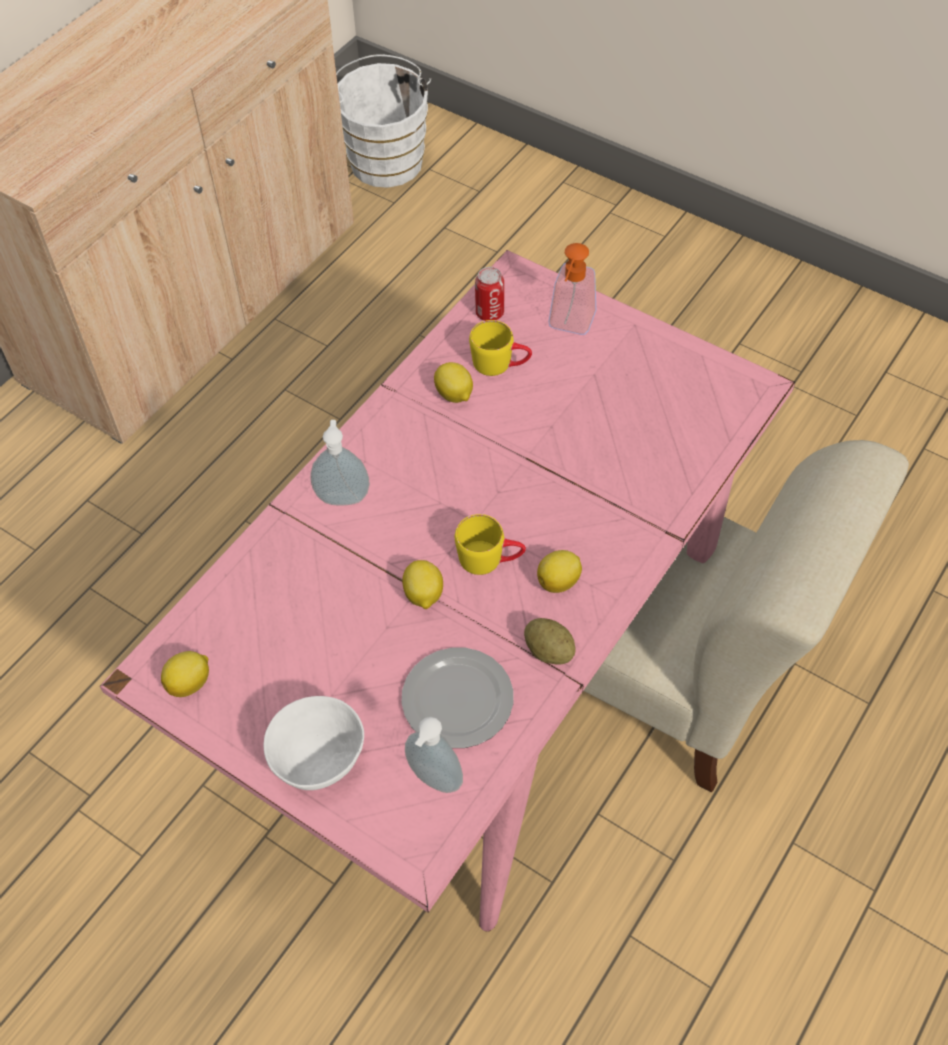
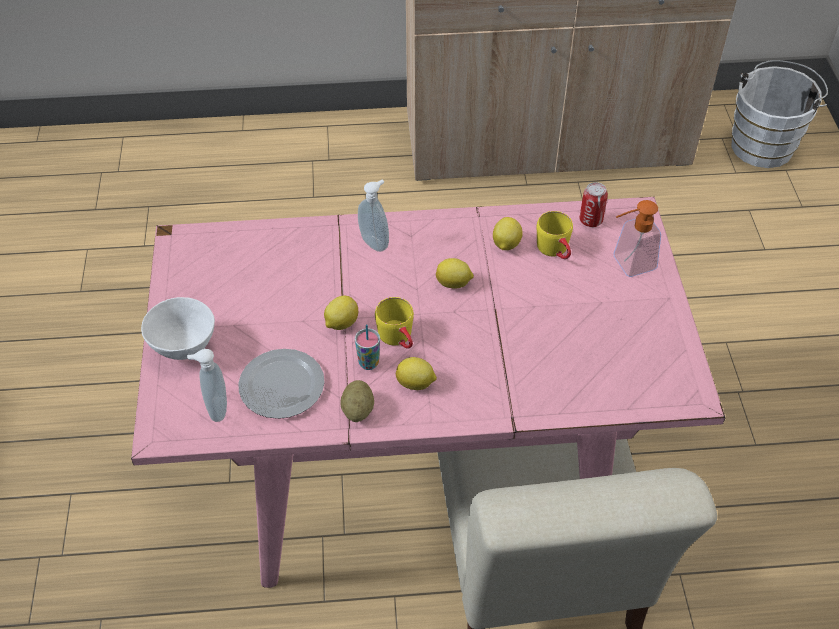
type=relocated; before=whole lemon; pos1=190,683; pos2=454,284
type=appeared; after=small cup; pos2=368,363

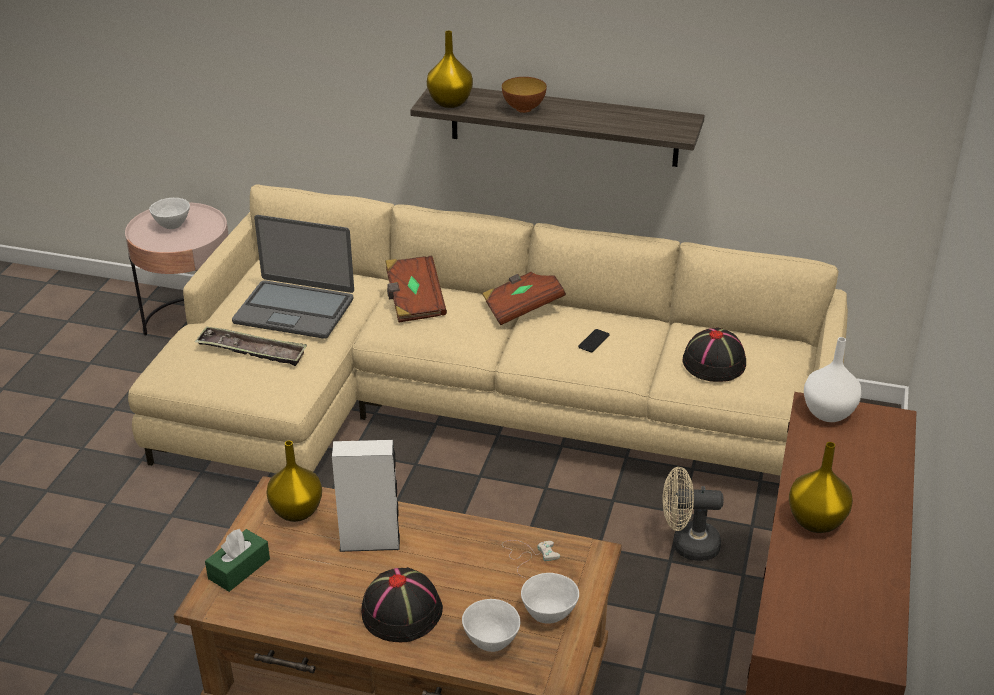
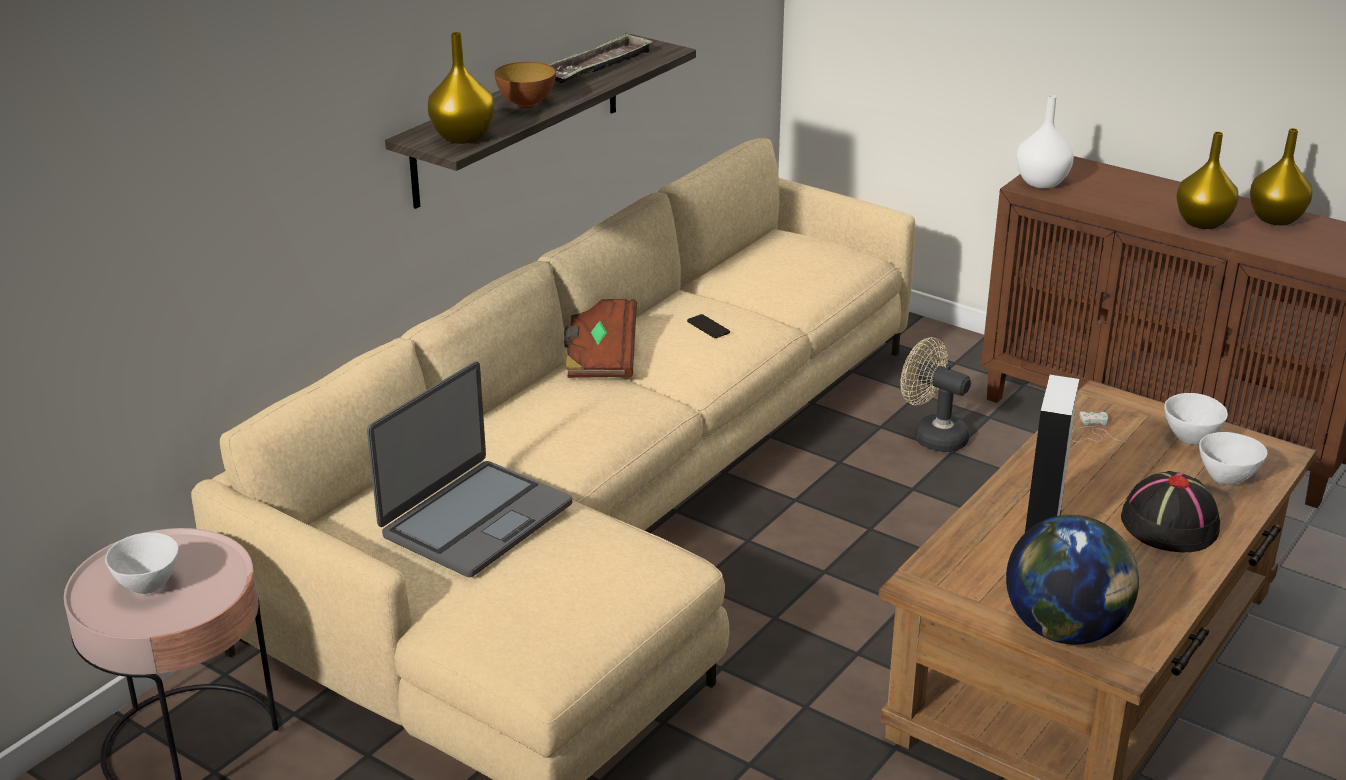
type=missing; before=brownish book; pos1=414,302
type=relocated; before=serving tray; pos1=252,351; pos2=597,67
type=missing; before=black-coloured clothing hat; pos1=714,363
type=relocated; before=yellow decorative vase; pos1=297,511; pos2=1275,218
type=spun; before=beige cooling fan; pos1=687,545; pos2=932,435; turn=105
type=exchanged; before=green box of tissues; after=globe; pos1=239,569; pos2=1065,630

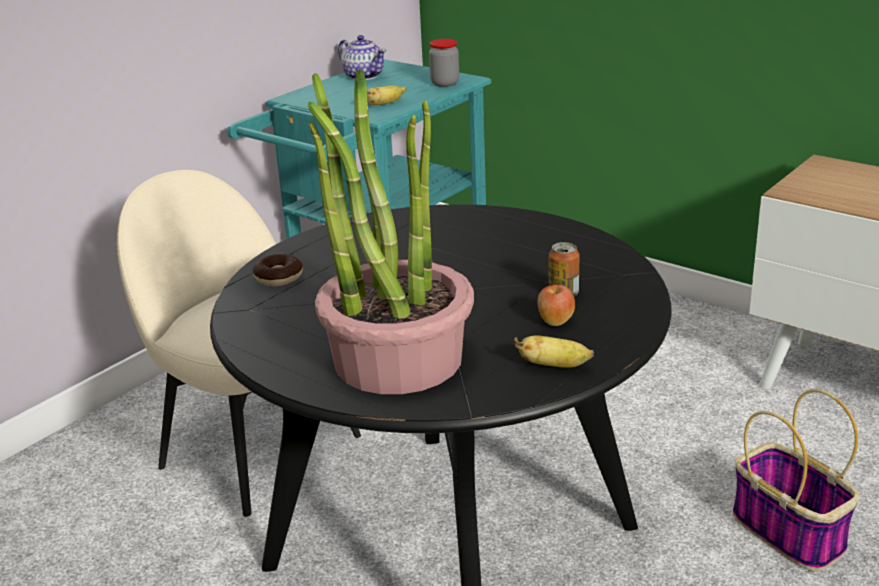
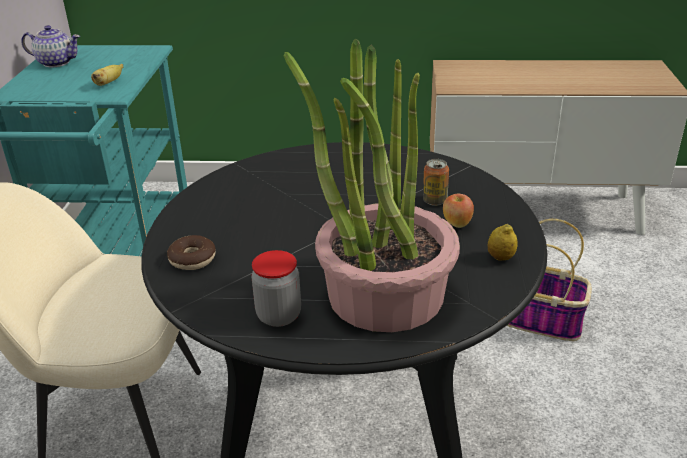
type=relocated; before=jar; pos1=445,83; pos2=279,315
type=exchanged; before=whole banana; after=whole lemon; pos1=554,366; pos2=500,258

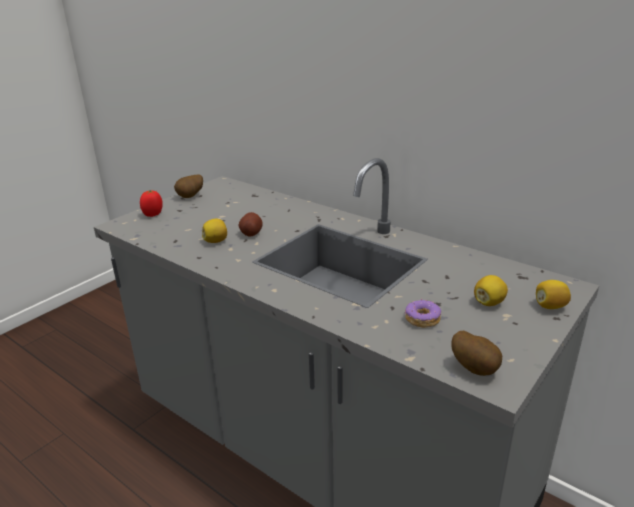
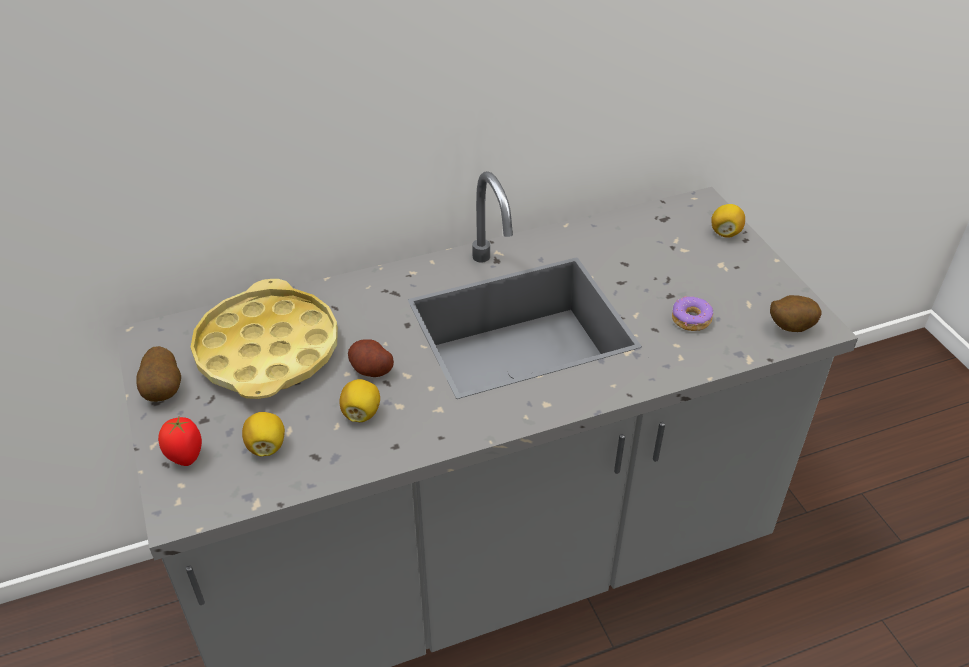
type=relocated; before=whole lemon; pos1=489,302; pos2=266,446
type=appeared; after=yellow serving tray; pos2=267,350

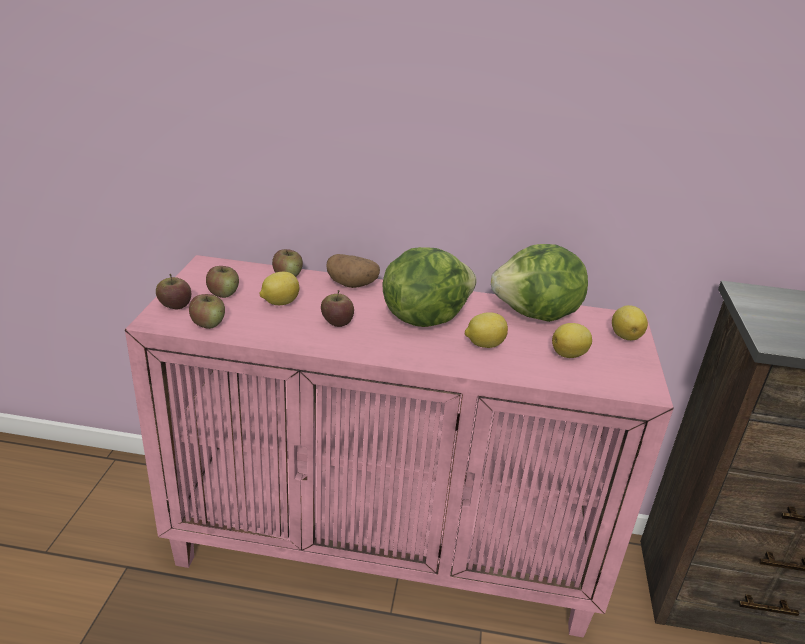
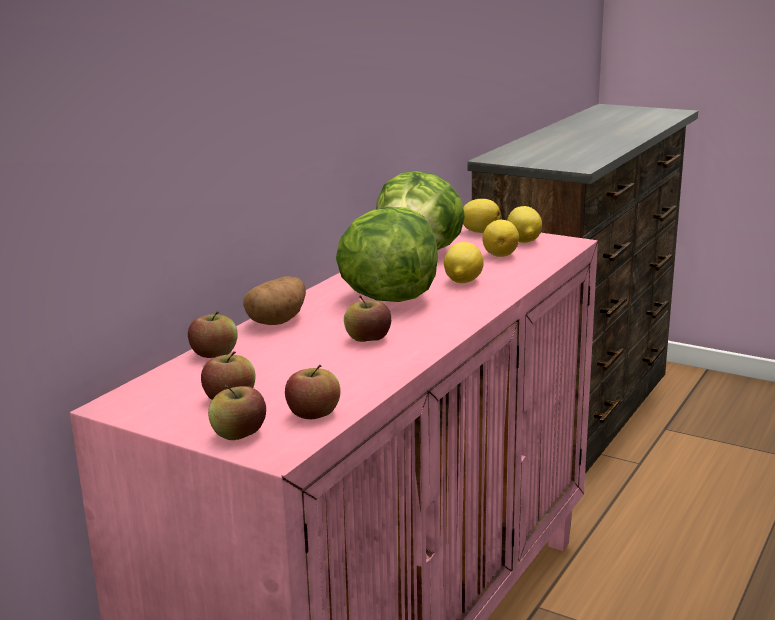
type=relocated; before=whole lemon; pos1=279,303; pos2=523,241

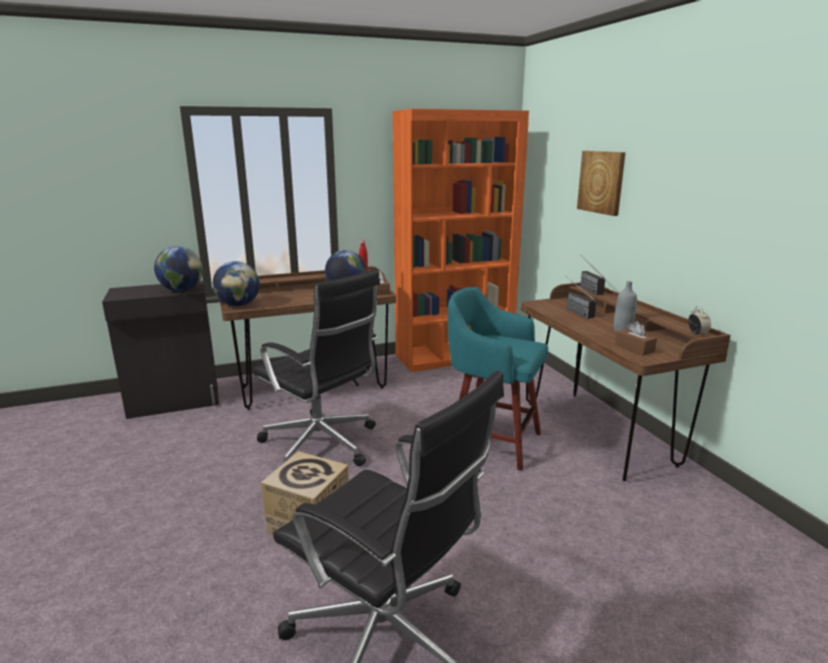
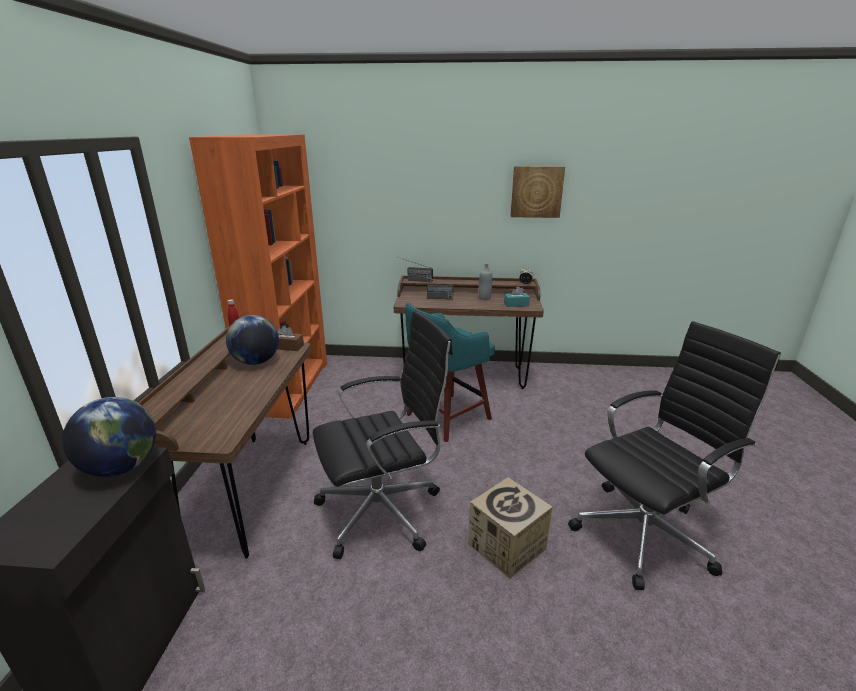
type=relocated; before=wall art; pos1=601,182; pos2=536,192
type=missing; before=globe; pos1=238,305
type=colour; before=brownish box of tissues; after=blue-green box of tissues; pos1=634,348; pos2=516,304

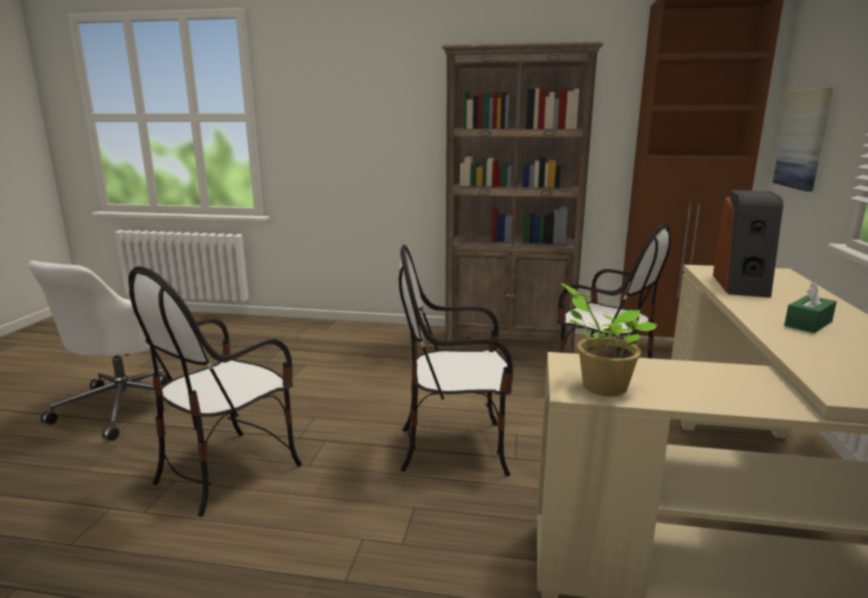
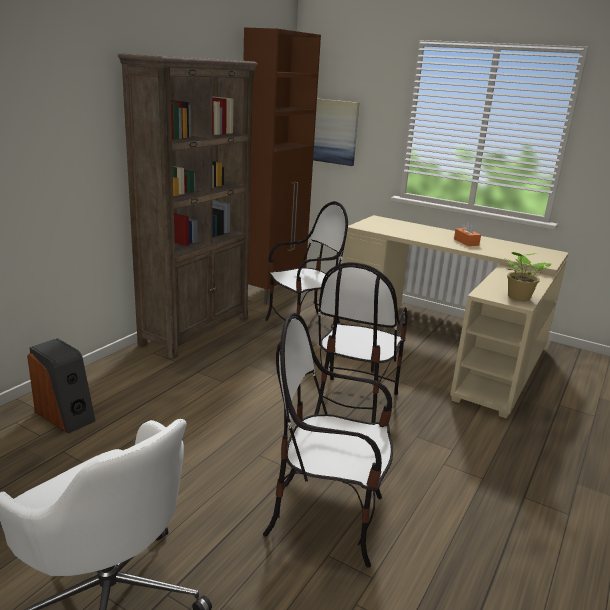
type=relocated; before=loudspeaker; pos1=742,285; pos2=66,415
type=spun; before=upright chair; pos1=228,470; pos2=327,518; turn=135
type=colour; before=green box of tissues; after=orange box of tissues; pos1=808,324; pos2=466,242

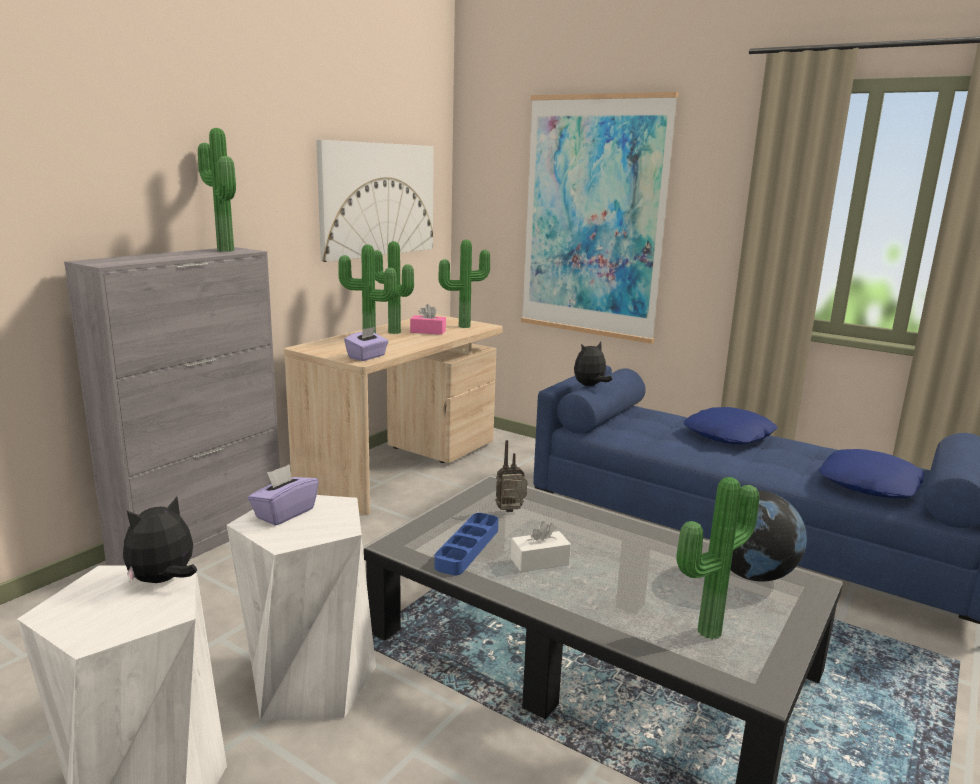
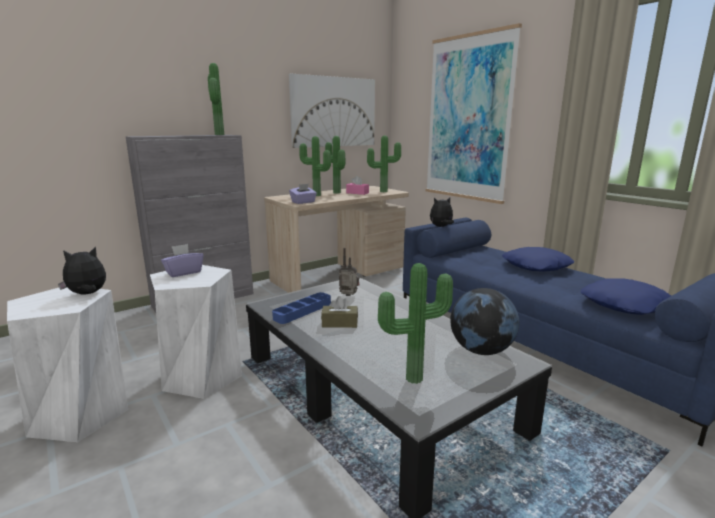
type=colour; before=white-coloured box of tissues; after=brownish box of tissues; pos1=539,561; pos2=339,323

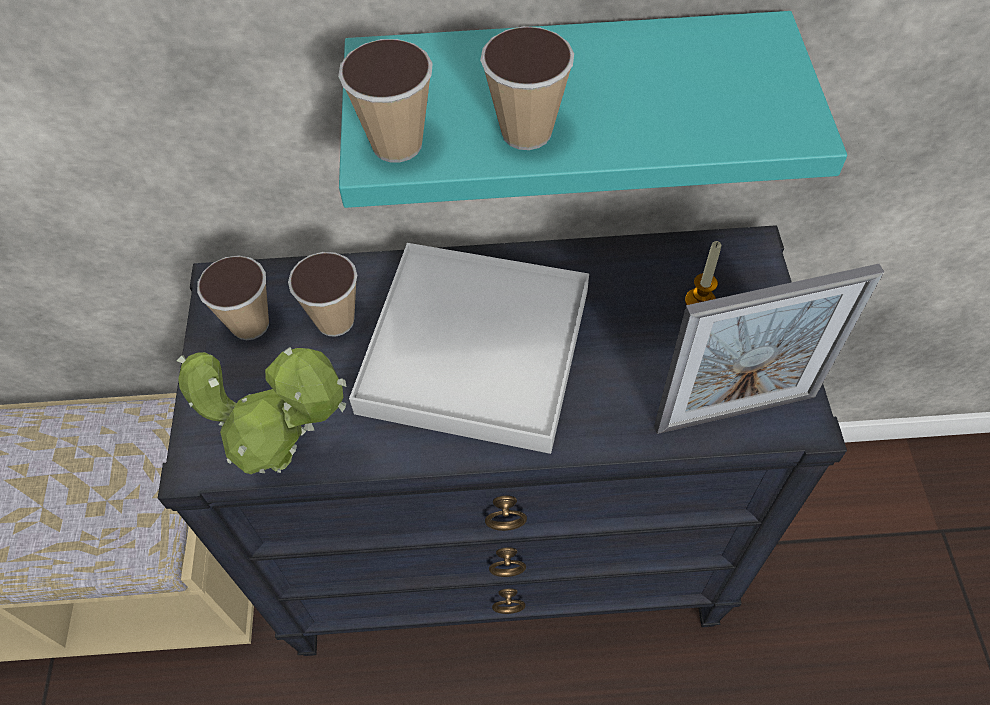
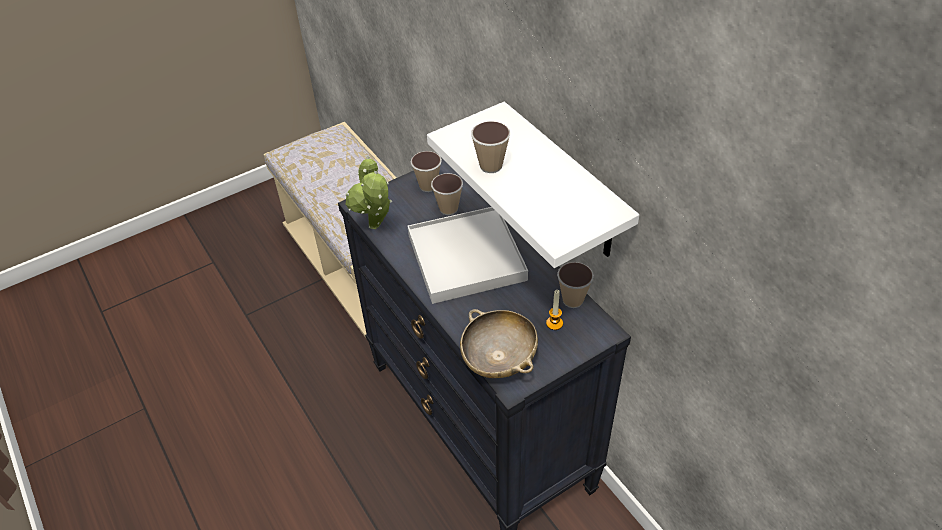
type=colour; before=blue-green wall shelf; after=white-coloured wall shelf; pos1=565,90; pos2=564,184
type=relocated; before=small cup; pos1=397,144; pos2=572,300
type=exchanged; before=photo frame; after=beige deep dish; pos1=735,411; pos2=499,359

